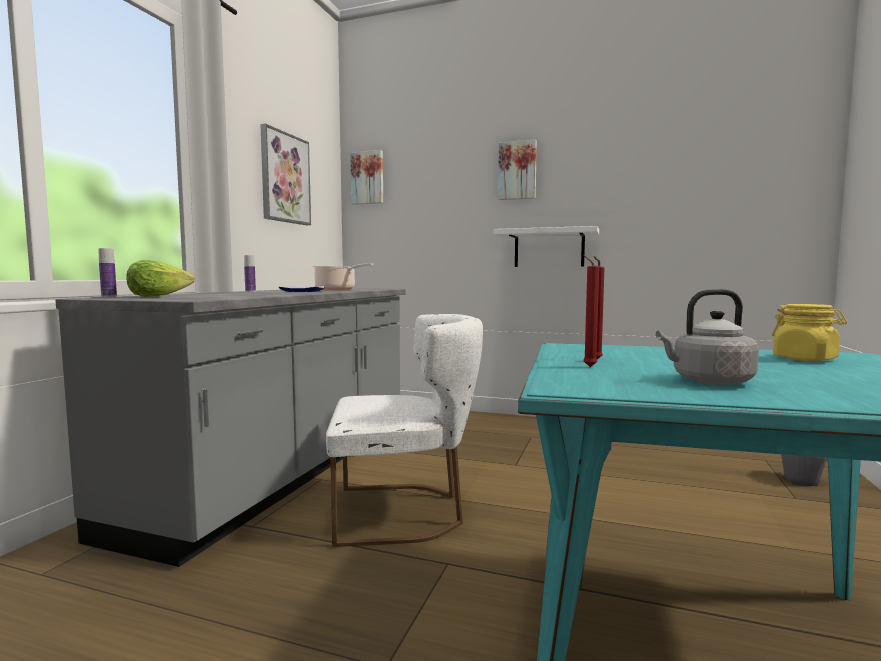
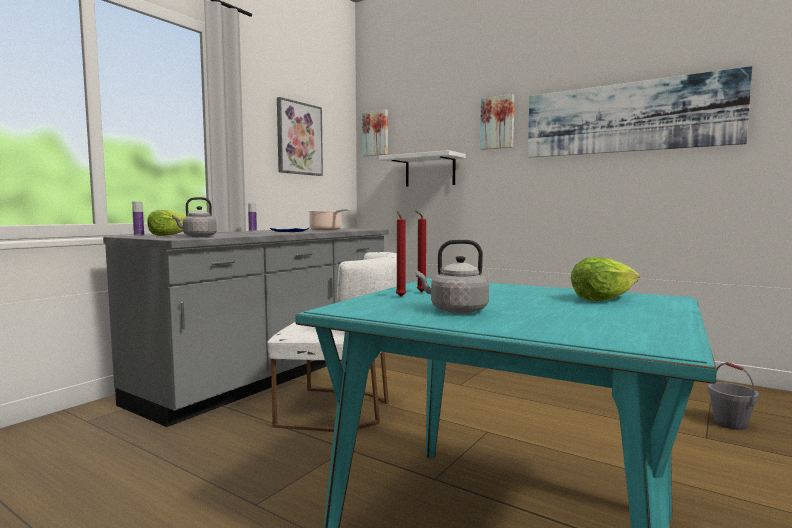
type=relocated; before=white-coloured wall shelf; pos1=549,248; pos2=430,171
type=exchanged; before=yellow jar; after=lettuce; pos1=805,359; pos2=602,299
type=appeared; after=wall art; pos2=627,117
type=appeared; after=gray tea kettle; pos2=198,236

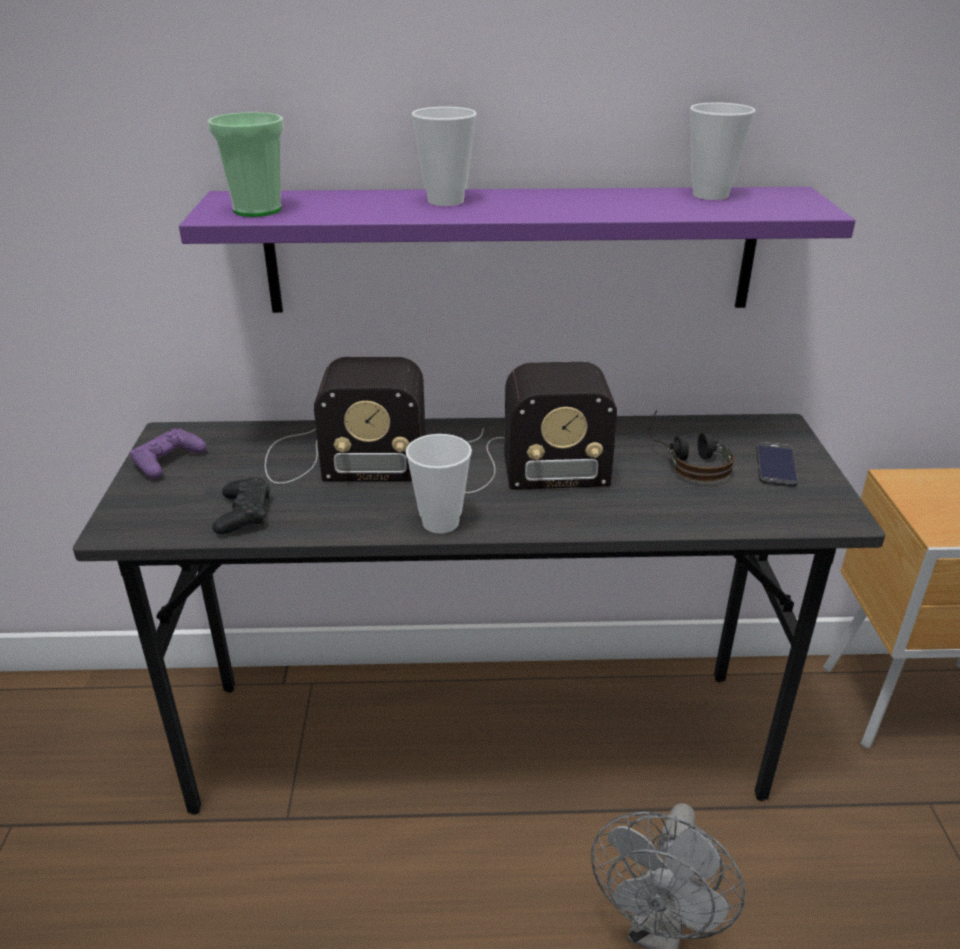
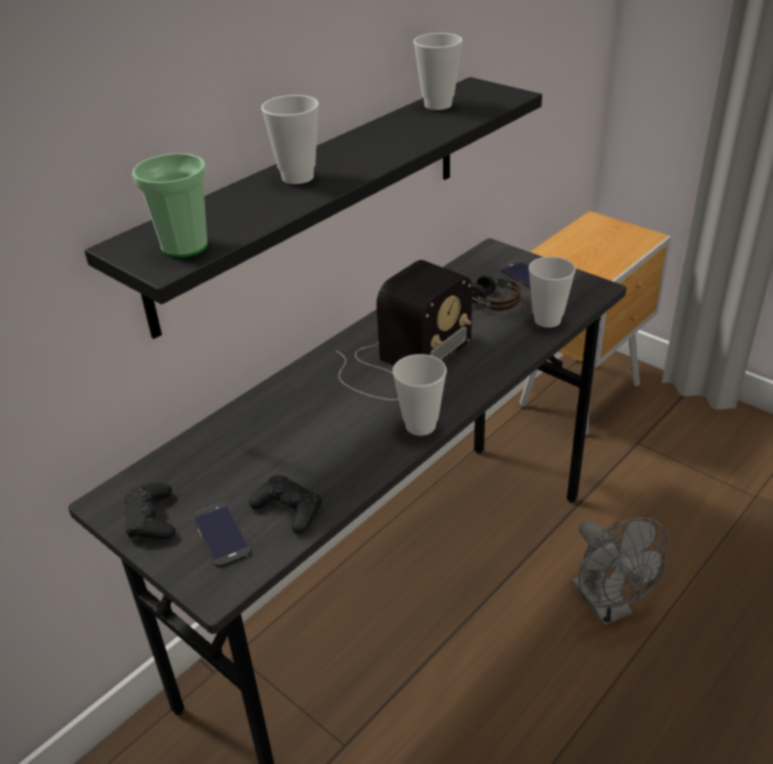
type=colour; before=purplish wall shelf; after=black-coloured wall shelf; pos1=511,250; pos2=315,198
type=missing; before=radio receiver; pos1=340,459
type=colour; before=purplish gamepad; after=black-coloured gamepad; pos1=168,460; pos2=151,519
type=appeared; after=small cup; pos2=547,320
type=appeared; after=phone; pos2=221,535

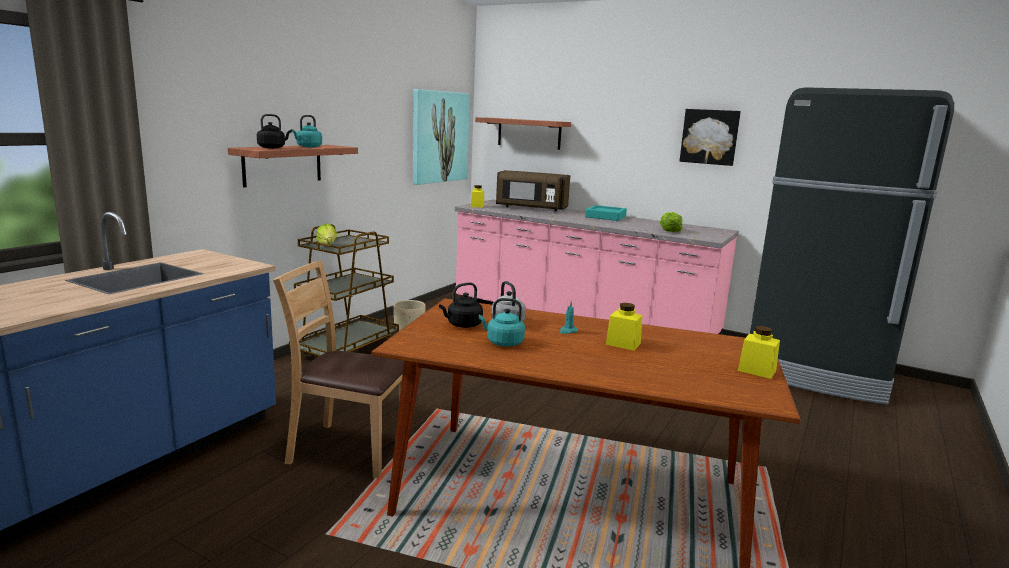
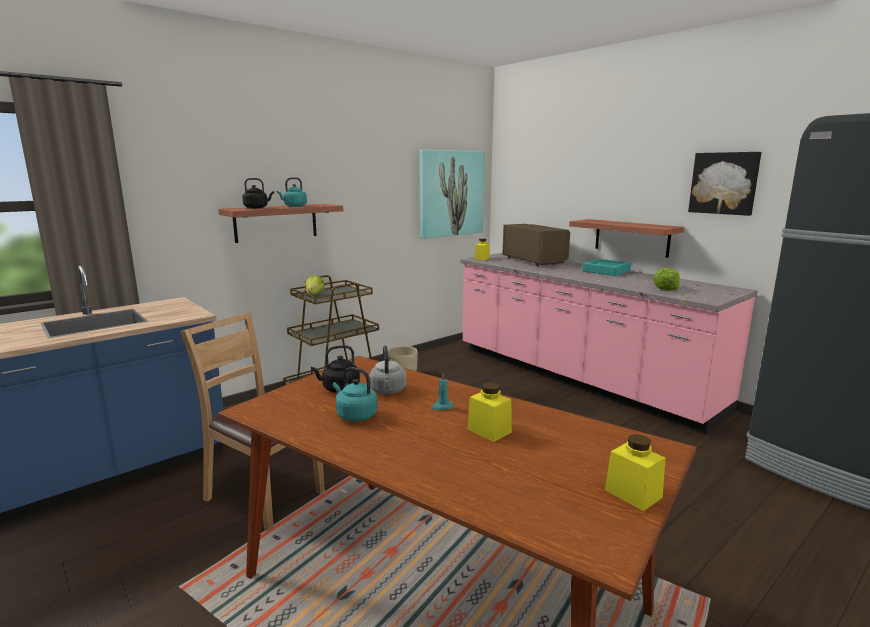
type=relocated; before=wall shelf; pos1=529,133; pos2=631,237
type=spun; before=brownish kitchen microwave; pos1=531,208; pos2=534,261; turn=-150

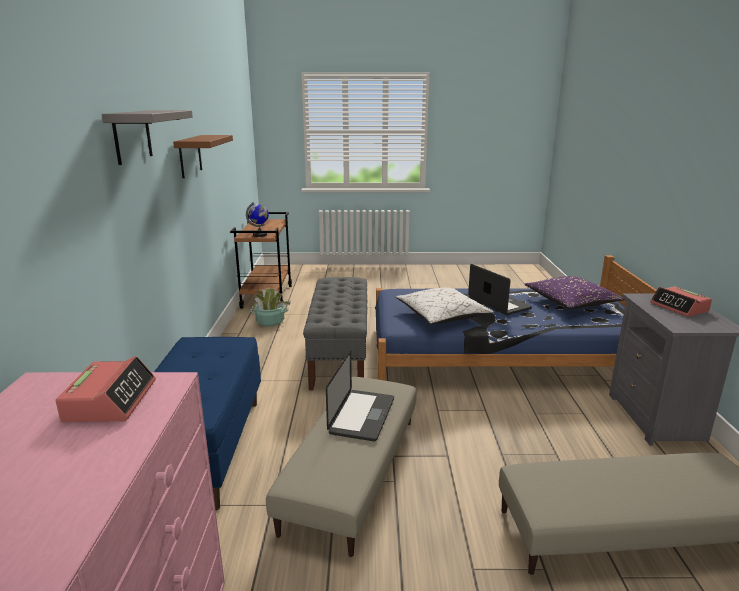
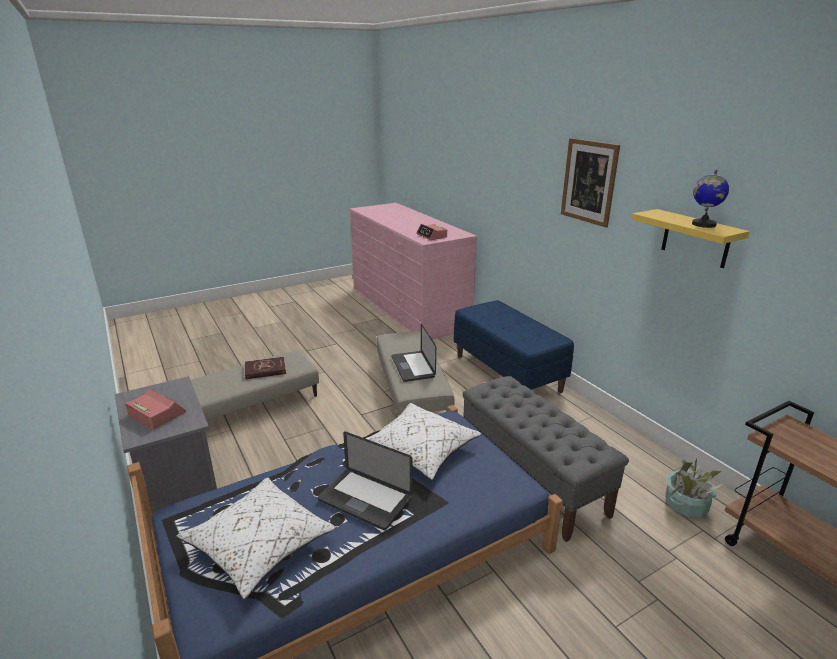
type=exchanged; before=gray wall shelf; after=wall art; pos1=132,136; pos2=589,181
type=colour; before=brownish wall shelf; after=yellow wall shelf; pos1=190,156; pos2=695,239
type=relocated; before=globe; pos1=260,235; pos2=703,224
type=colour; before=purplish pillow; after=white-coloured pillow; pos1=571,302; pos2=259,545
type=appeared; after=red-coloured book; pos2=265,370

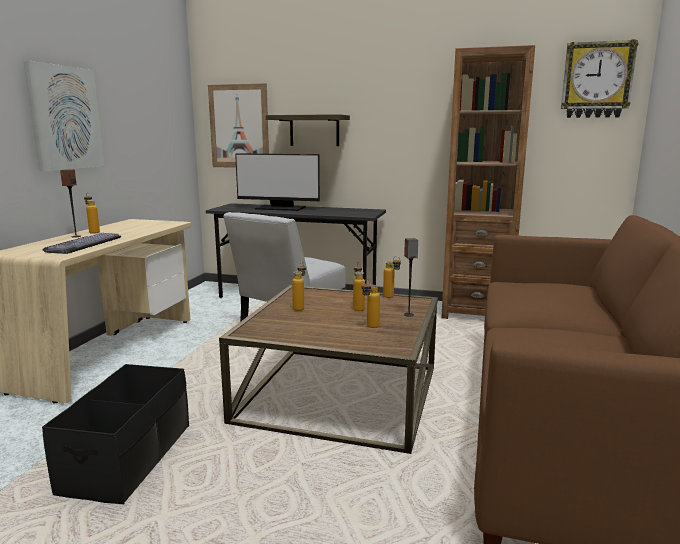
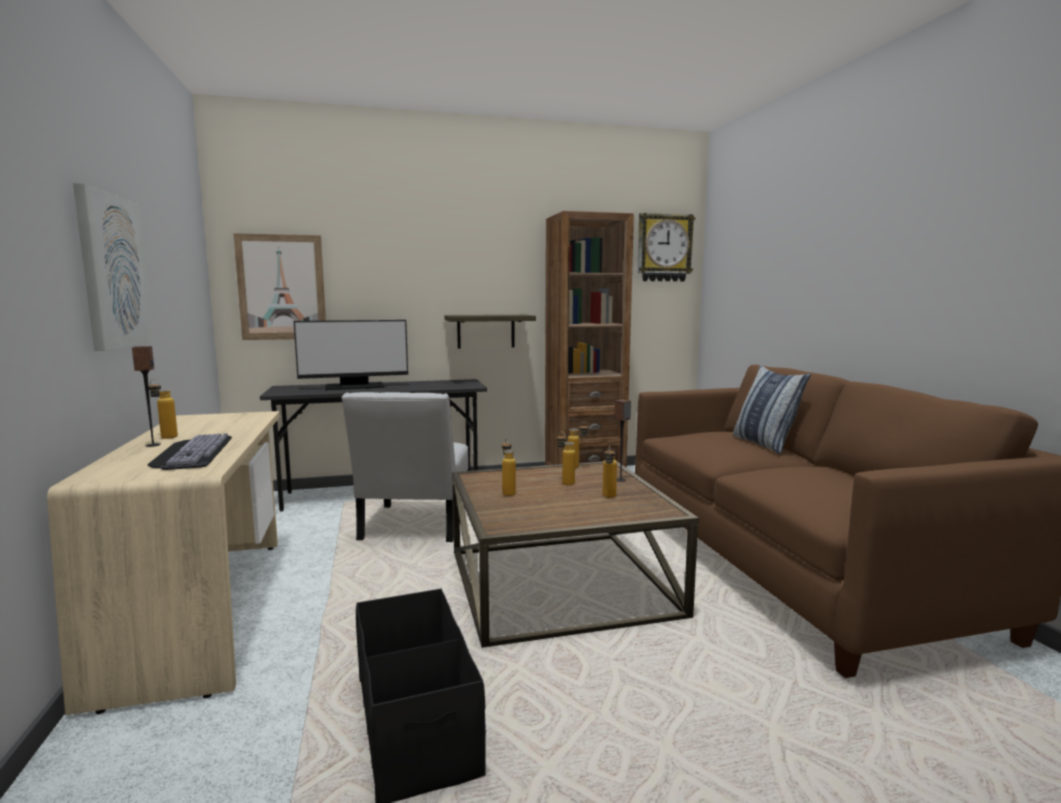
type=relocated; before=wall shelf; pos1=314,130; pos2=486,331
type=appeared; after=pillow; pos2=765,444

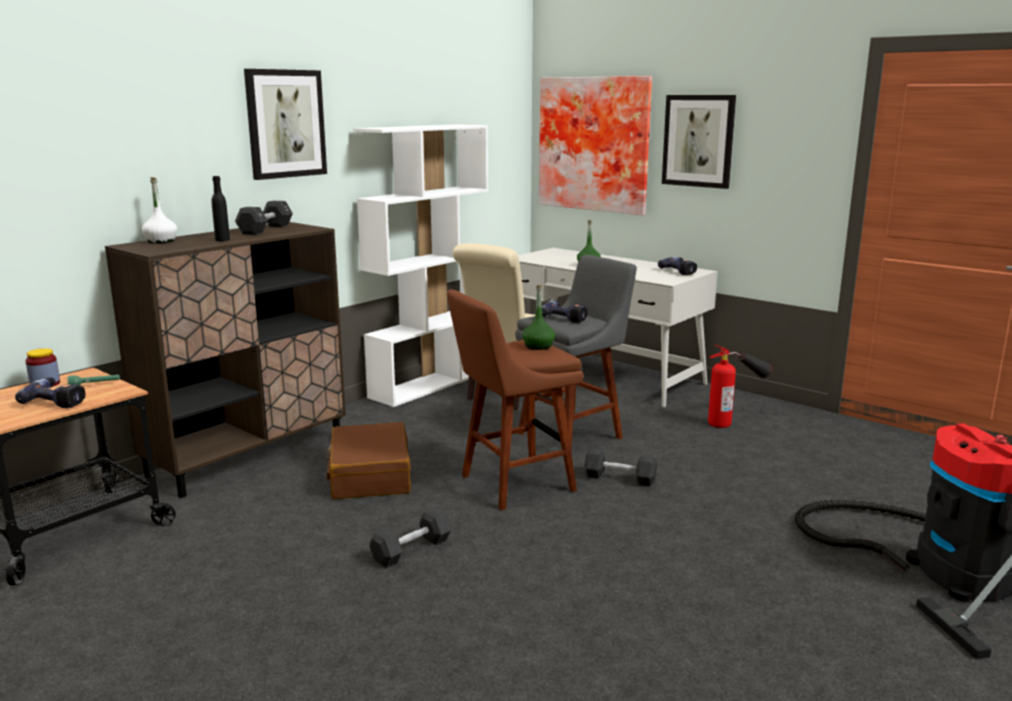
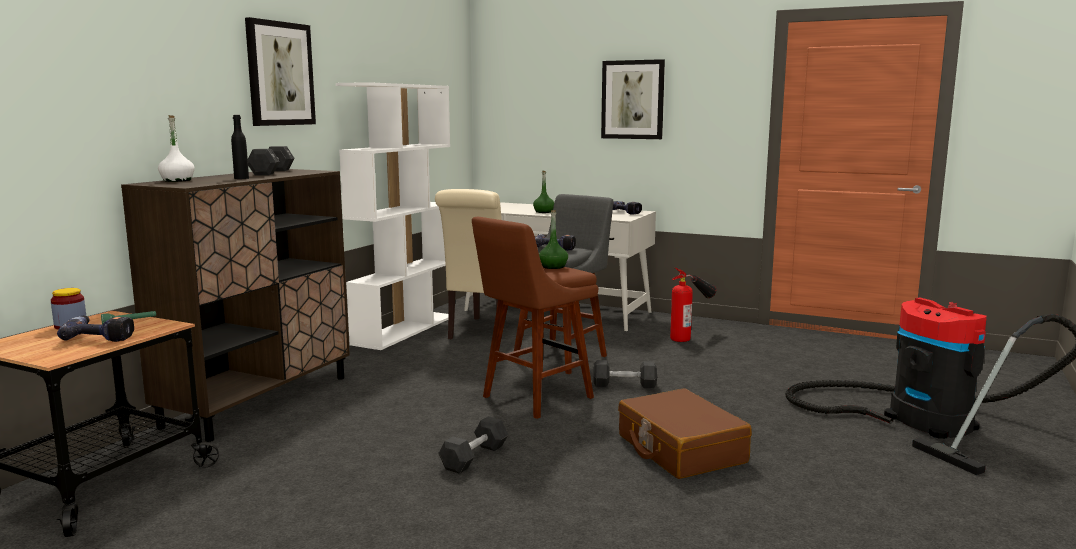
type=missing; before=wall art; pos1=595,144
type=relocated; before=brownish travel case; pos1=369,475; pos2=680,449

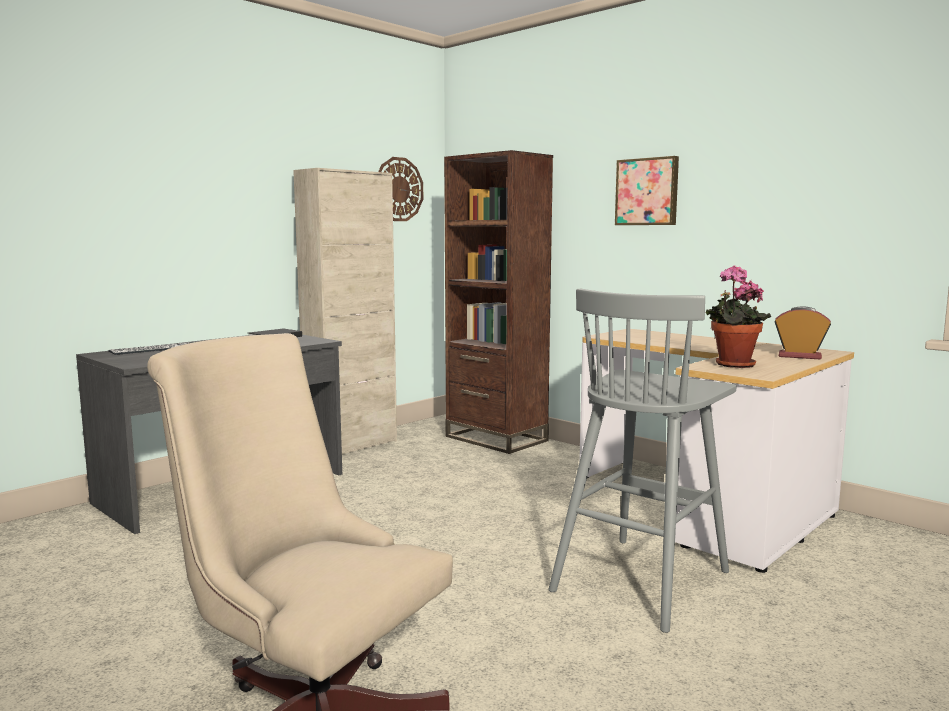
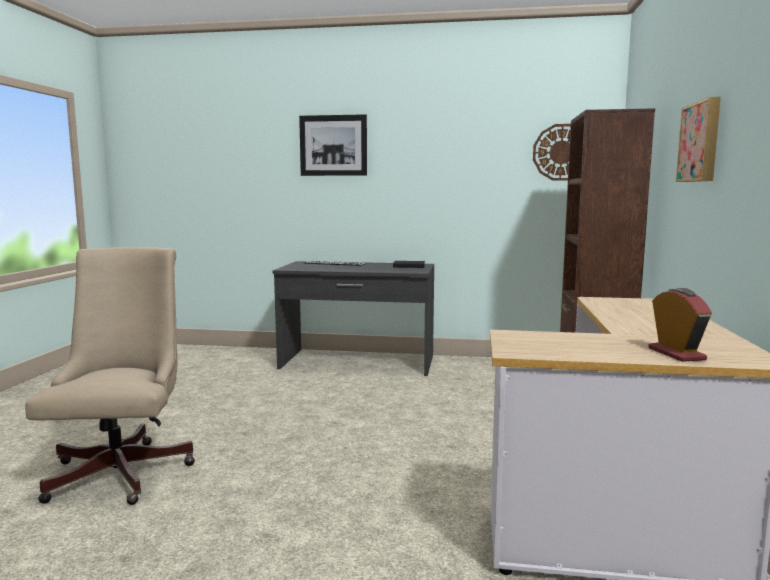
type=missing; before=beige storage cabinet; pos1=352,446
type=missing; before=plant in a pot; pos1=732,365
type=missing; before=gray stool; pos1=642,580
type=appeared; after=wall art; pos2=333,145

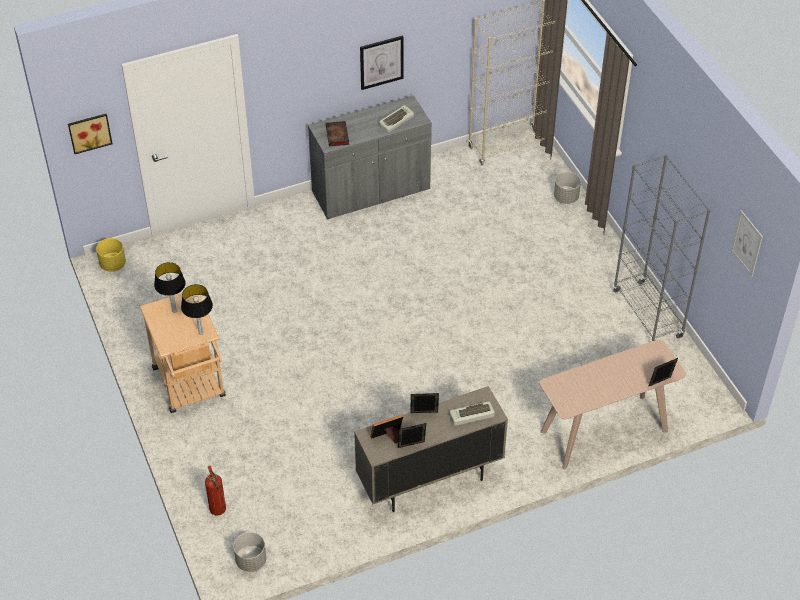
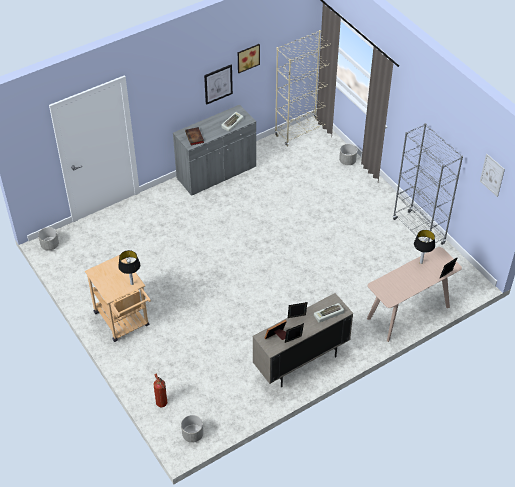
type=relocated; before=wall art; pos1=89,132; pos2=247,57
type=colour; before=yellow plant pot; after=gray plant pot; pos1=112,264; pos2=50,245
type=relocated; before=tabletop lamp; pos1=174,311; pos2=420,262

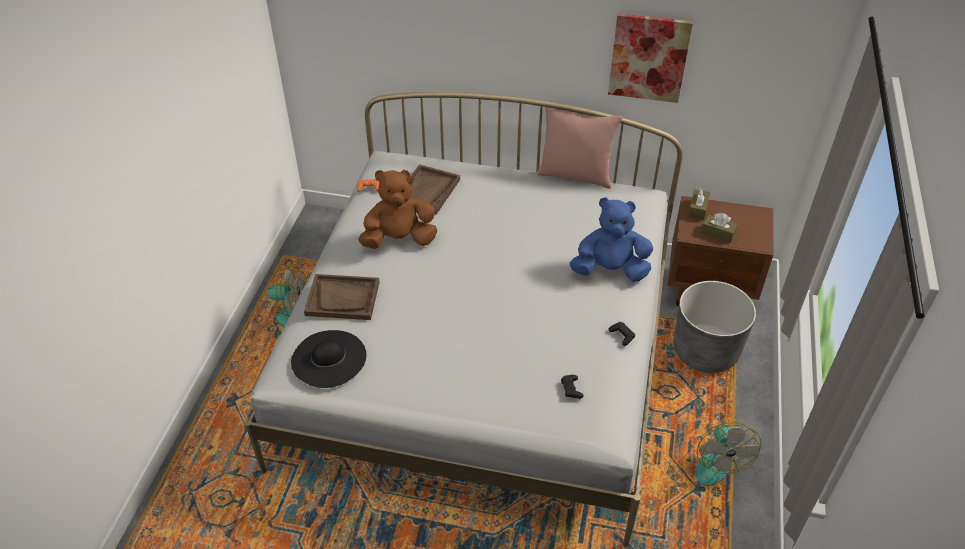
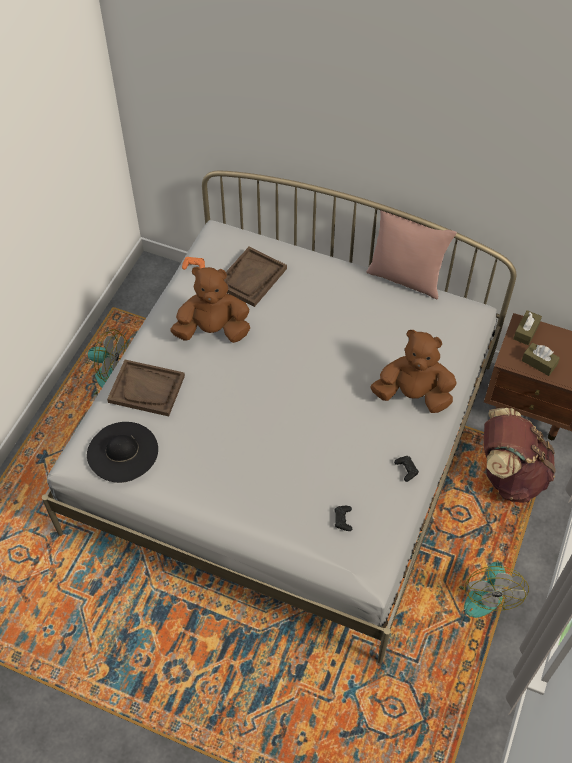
type=missing; before=wall art; pos1=648,58
type=colour; before=bluish plush toy; after=brownish plush toy; pos1=610,270; pos2=413,395
type=exchanged; before=gray plant pot; after=brownish rucksack; pos1=705,351; pos2=509,474

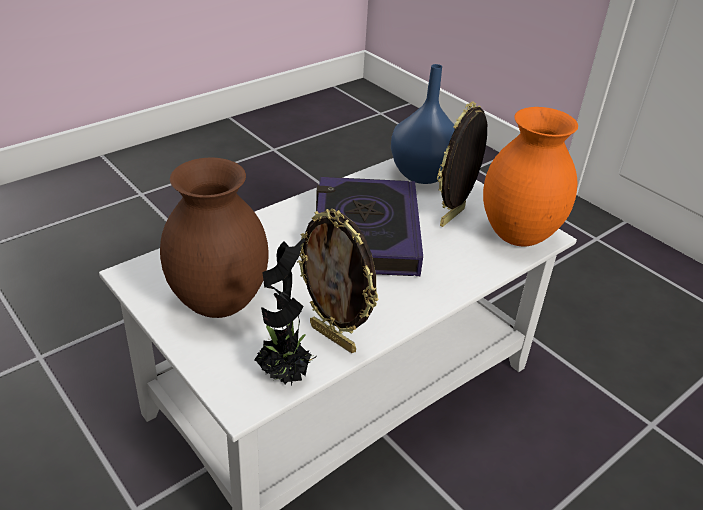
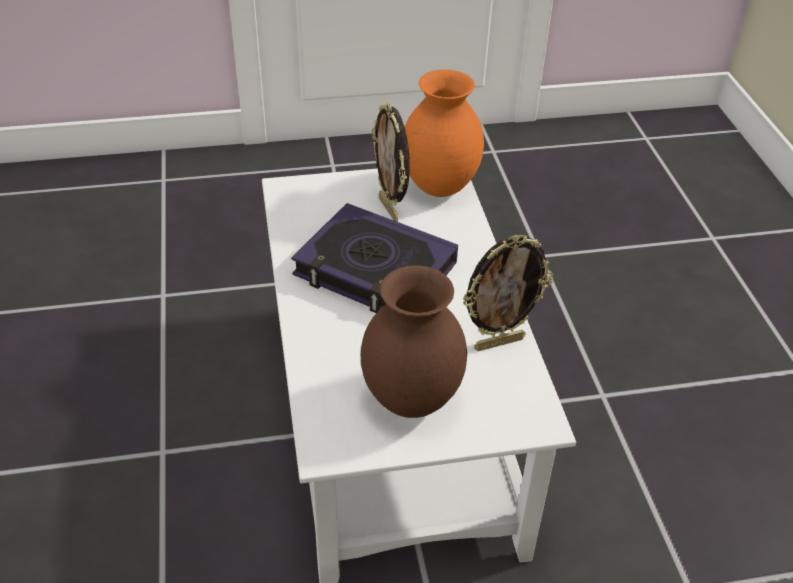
type=missing; before=bluish decorative vase; pos1=422,175
type=missing; before=plant in a pot; pos1=286,375

